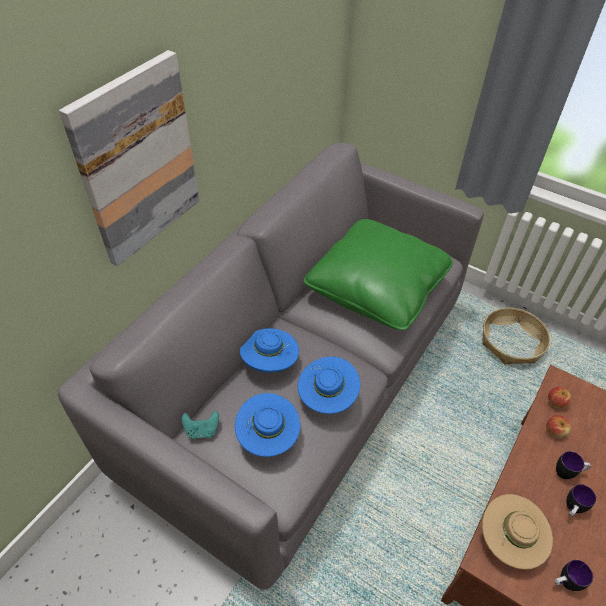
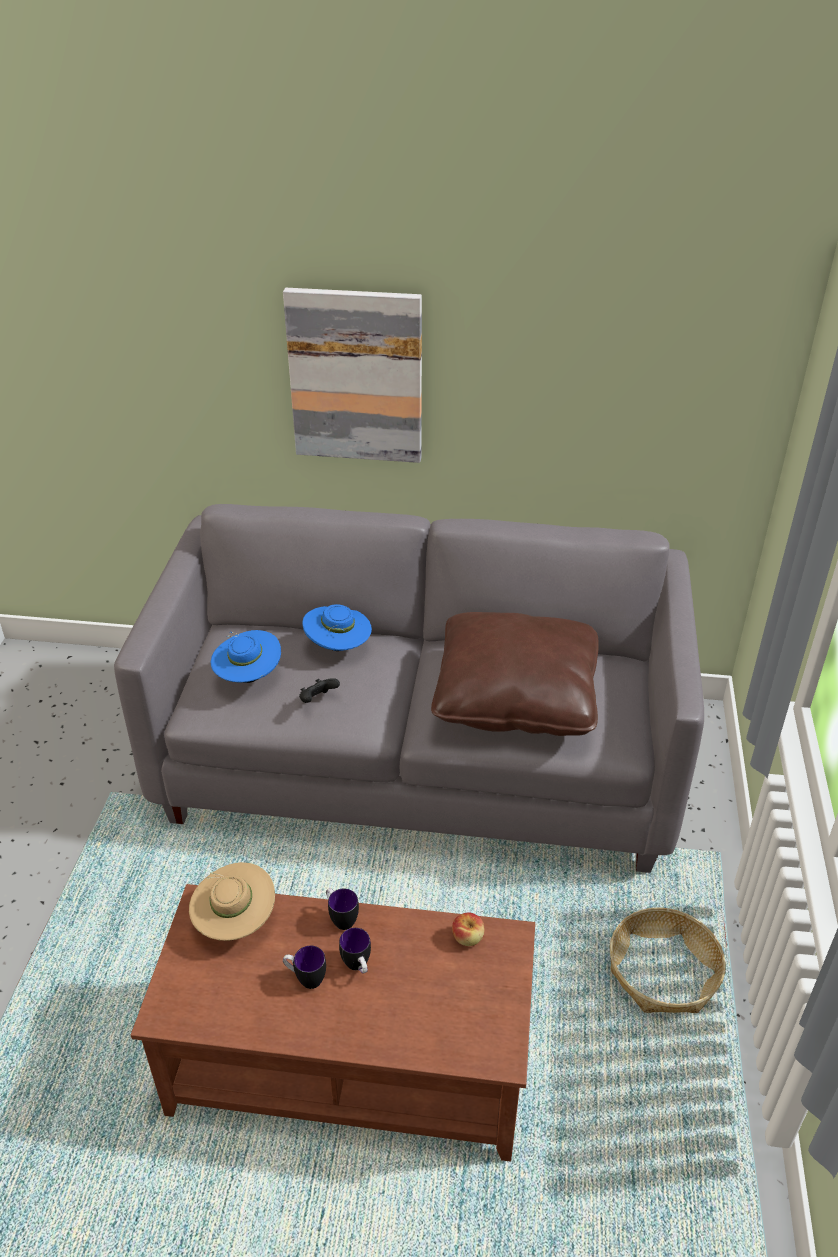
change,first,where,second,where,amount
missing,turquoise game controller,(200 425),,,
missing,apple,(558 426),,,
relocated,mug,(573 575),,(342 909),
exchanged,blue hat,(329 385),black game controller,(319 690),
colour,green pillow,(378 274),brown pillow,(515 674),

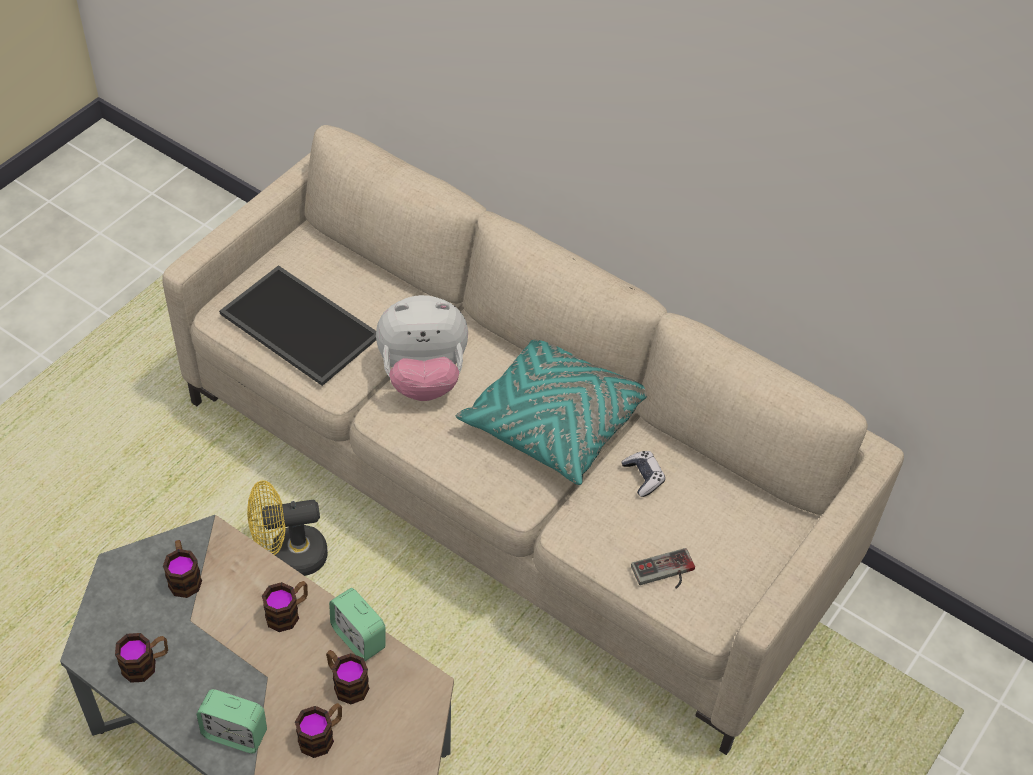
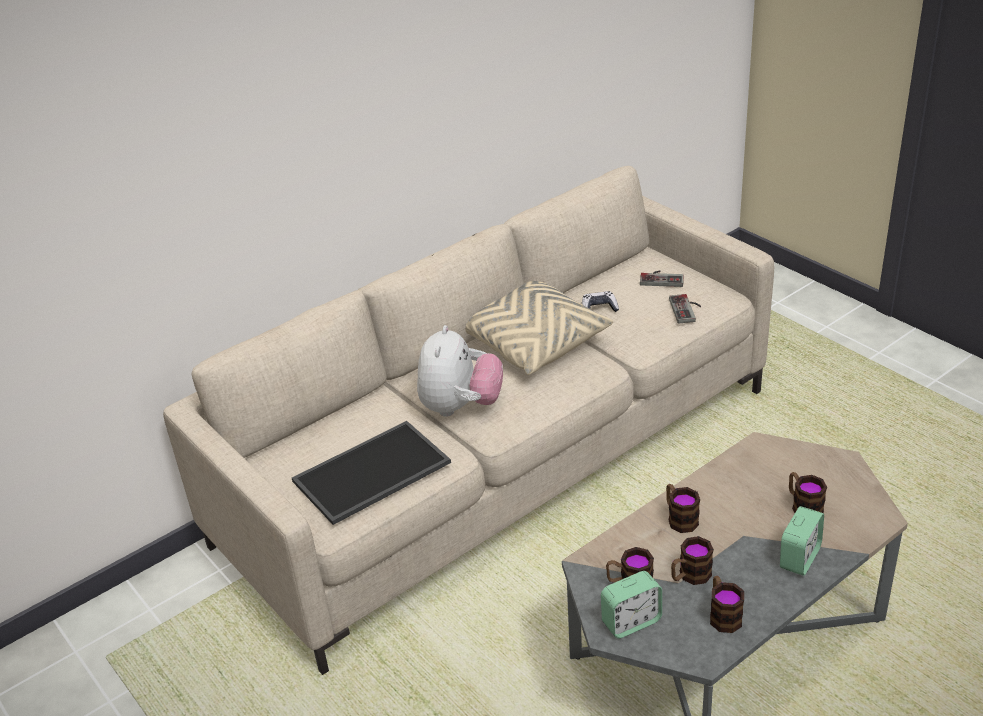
change,first,where,second,where,amount
missing,yellow fan,(287 528),,,
appeared,,,game controller,(662 278),
relocated,mug,(348 677),,(692 560),
relocated,alarm clock,(357 624),,(631 604),
colour,turquoise pillow,(551 412),beige pillow,(539 328),

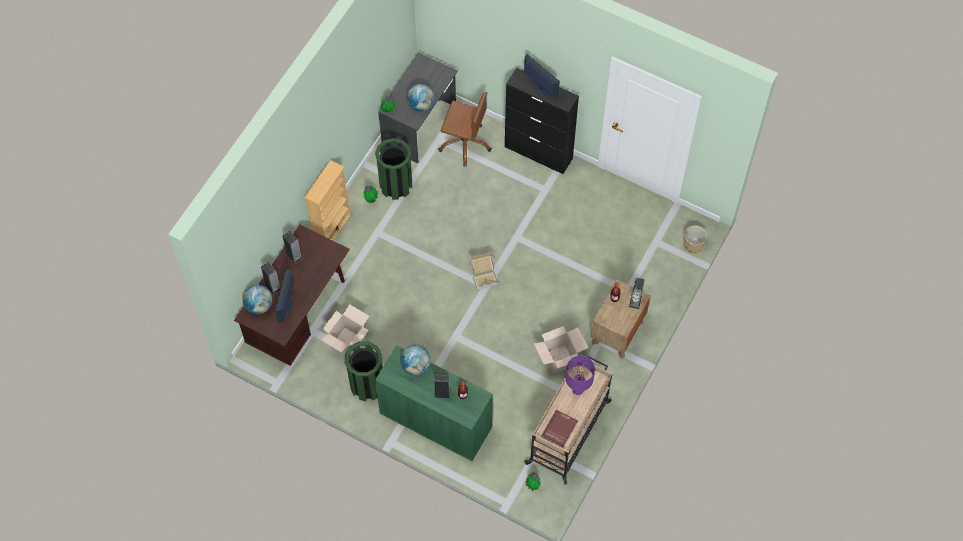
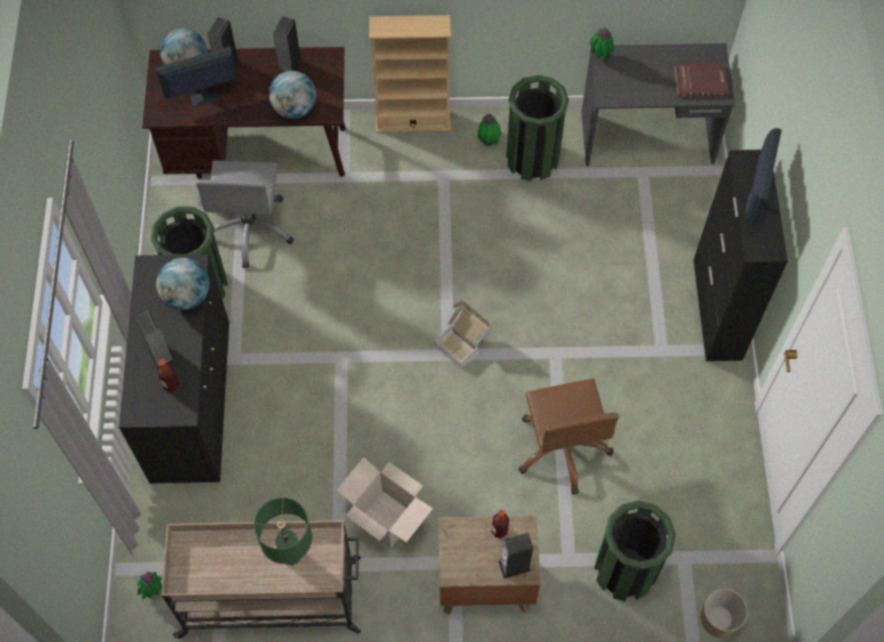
change,first,where,second,where,amount
appeared,,,green trash can,(635 550),
relocated,globe,(420 98),,(292 95),
relocated,brown office chair,(465 129),,(568 437),
relocated,red book,(560 429),,(701 79),
exchanged,cardboard box,(345 330),grey office chair,(245 214),
colour,green cabinet,(434 403),black cabinet,(174 369),
colour,purple table lamp,(580 375),green table lamp,(283 531),

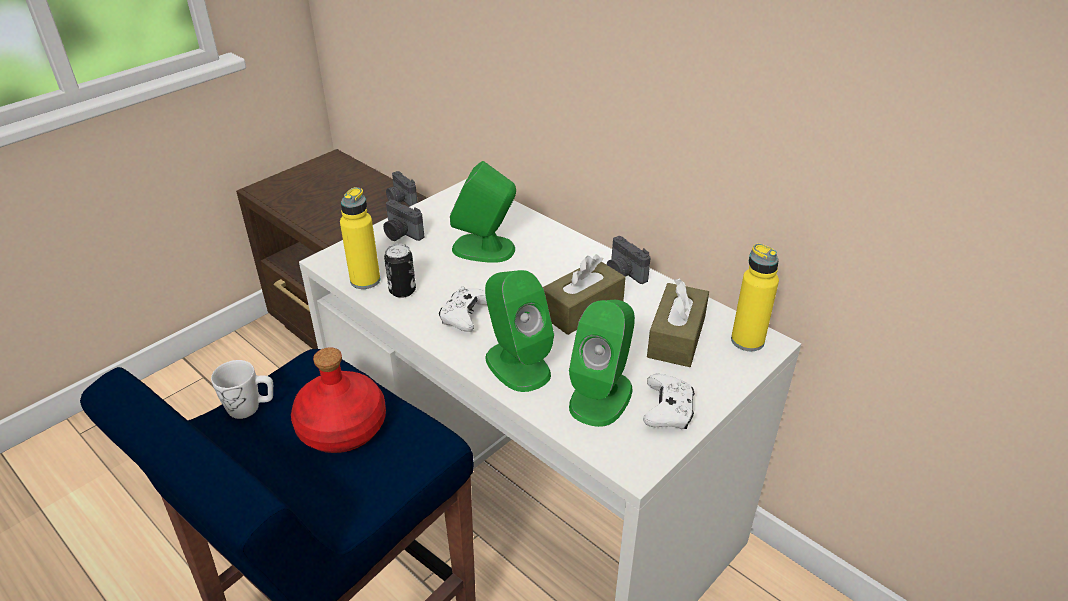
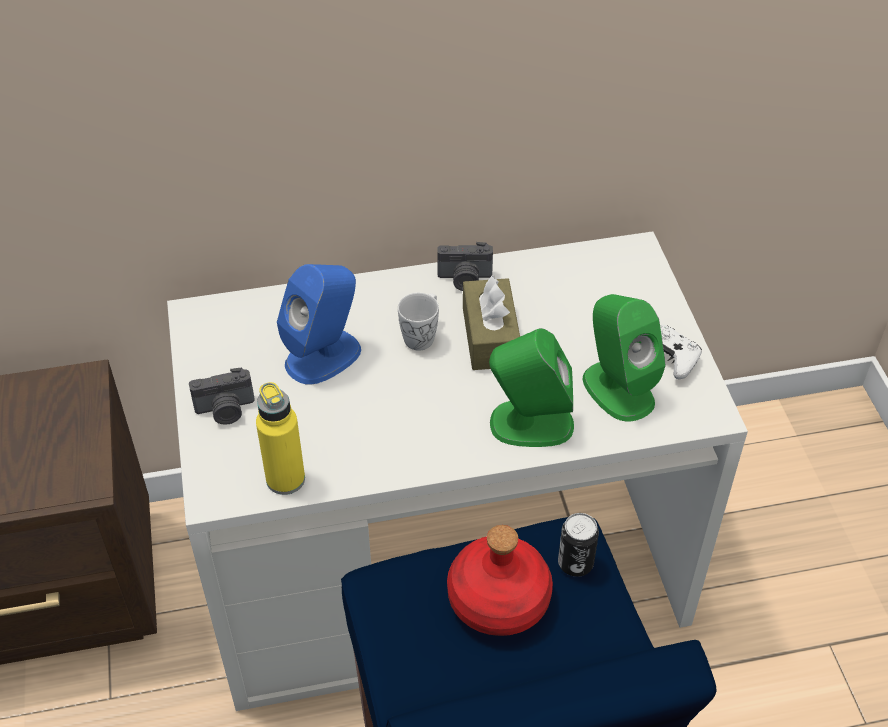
change,first,where,second,where,amount
missing,photo camera,(402 188),,,
missing,white game controller,(463 309),,,
missing,brown tissue box,(678 323),,,
missing,yellow bottle,(755 297),,,
relocated,white mug,(242 389),,(418 322),
relocated,can,(400 271),,(578 545),
colour,green speaker,(483 212),blue speaker,(319 324),

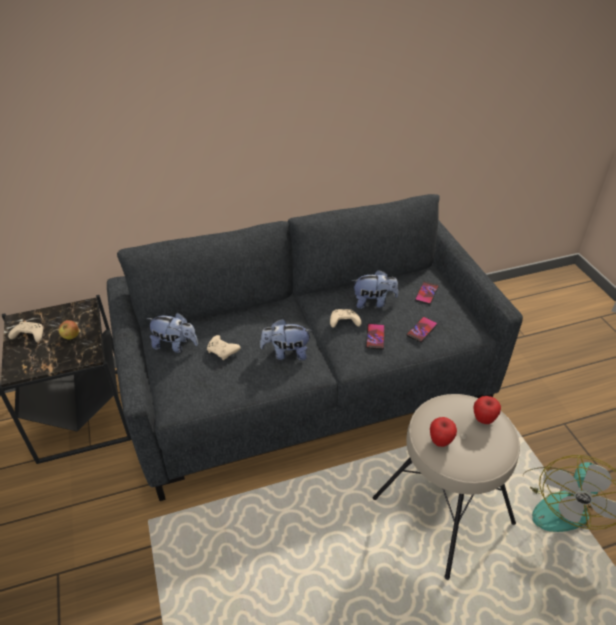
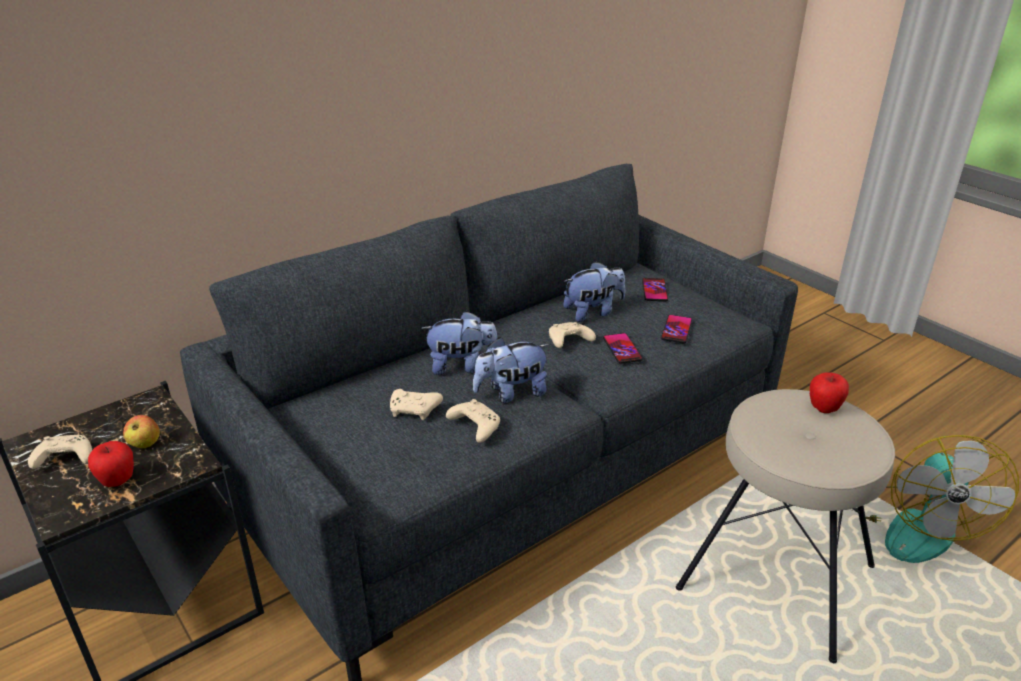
change,first,where,second,where,amount
appeared,,,beige game controller,(473 421),
relocated,plush toy,(172 333),,(459 343),
relocated,apple,(443 432),,(111 464),

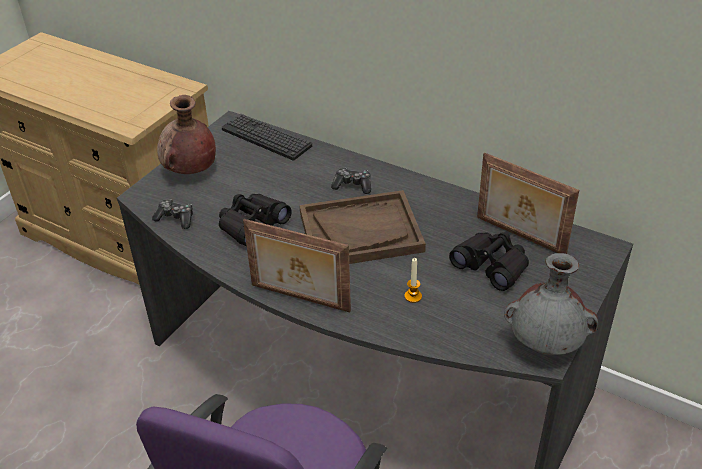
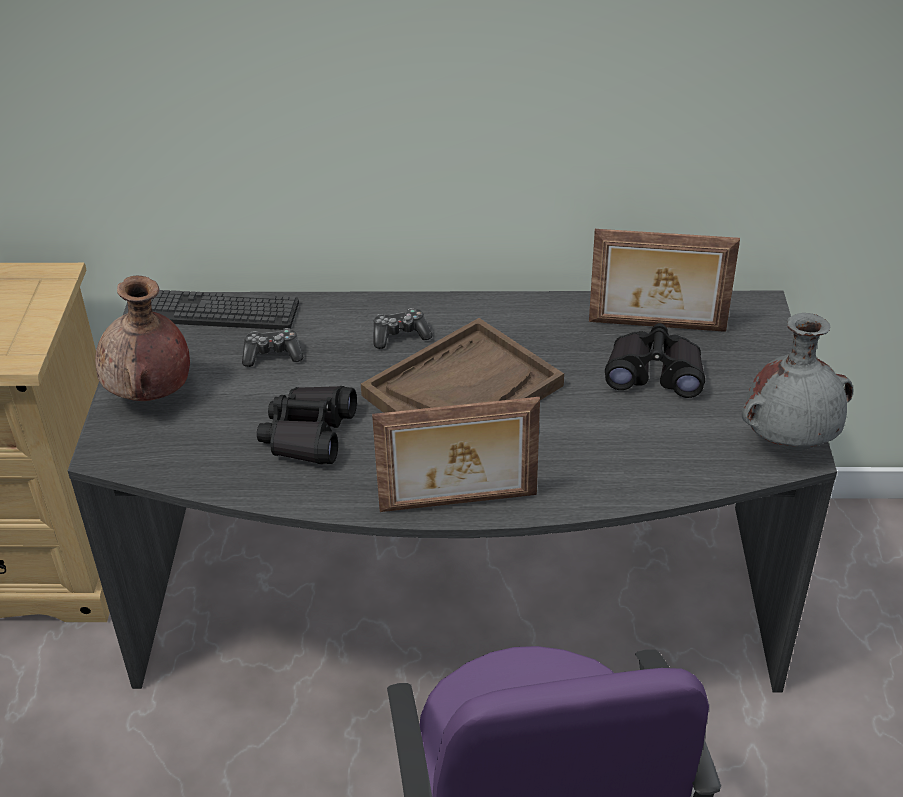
change,first,where,second,where,amount
missing,candle,(413 280),,,
relocated,game controller,(172 214),,(272 347),

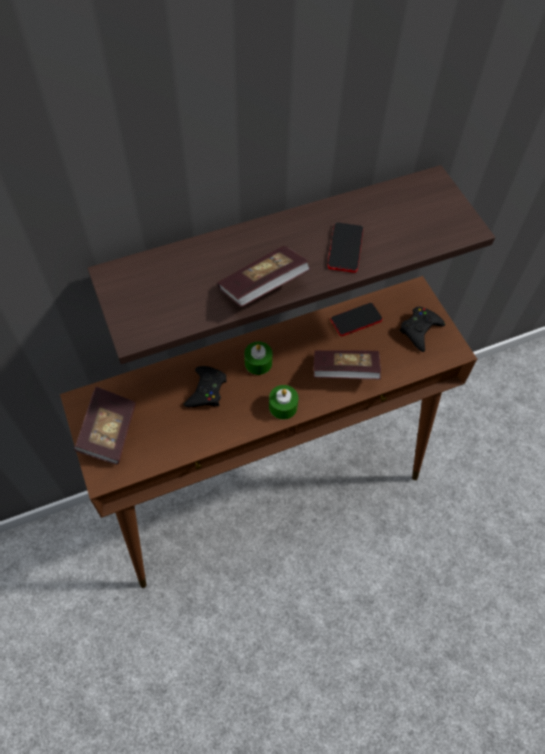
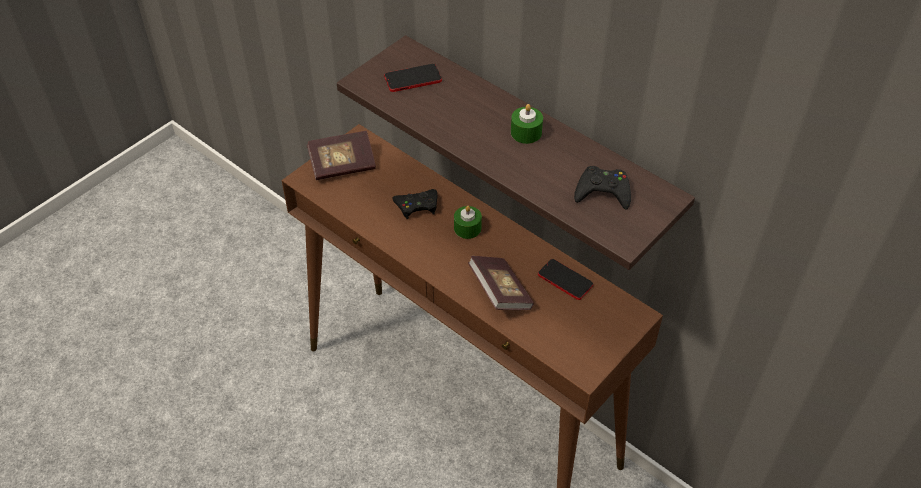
change,first,where,second,where,amount
missing,book,(264 276),,,
relocated,green candle,(283 402),,(527 124),
relocated,phone,(345 247),,(413 78),
relocated,black game controller,(422 329),,(602 188),

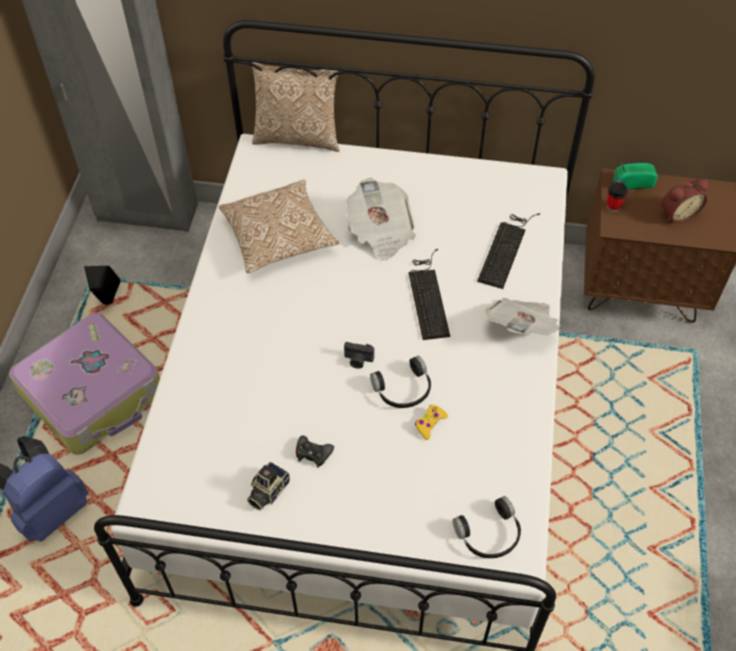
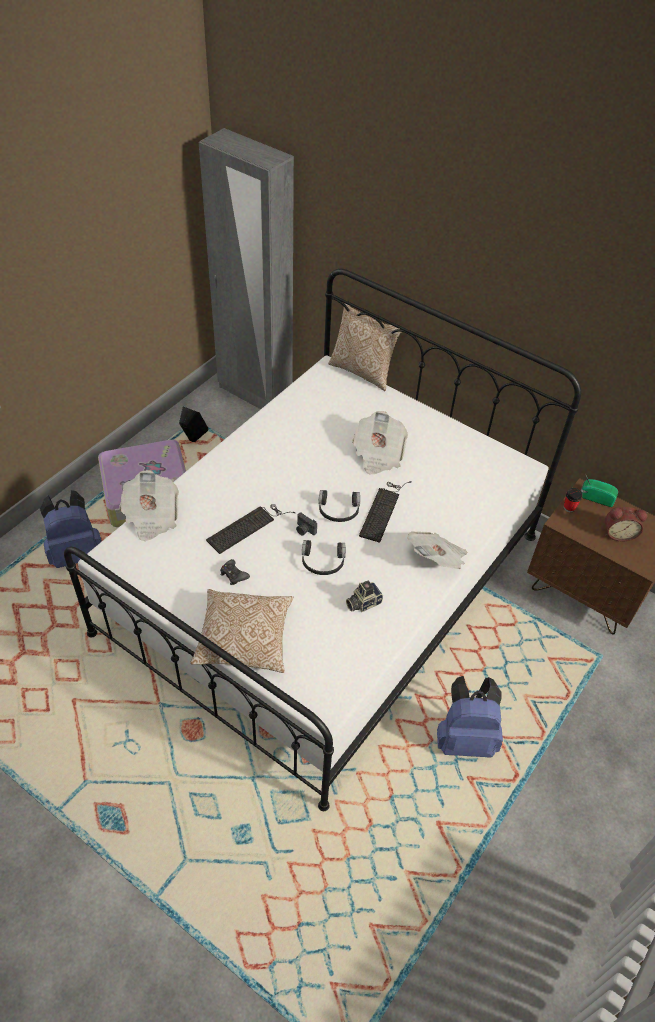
change,first,where,second,where,amount
missing,yellow game controller,(431 422),,,
appeared,,,newspaper,(149 505),
appeared,,,blue backpack,(470 717),
relocated,pillow,(279 226),,(242 631),
relocated,photo camera,(268 486),,(364 596),
relocated,black headphones,(487 527),,(339 506),
relocated,keyboard,(508 251),,(251 529),

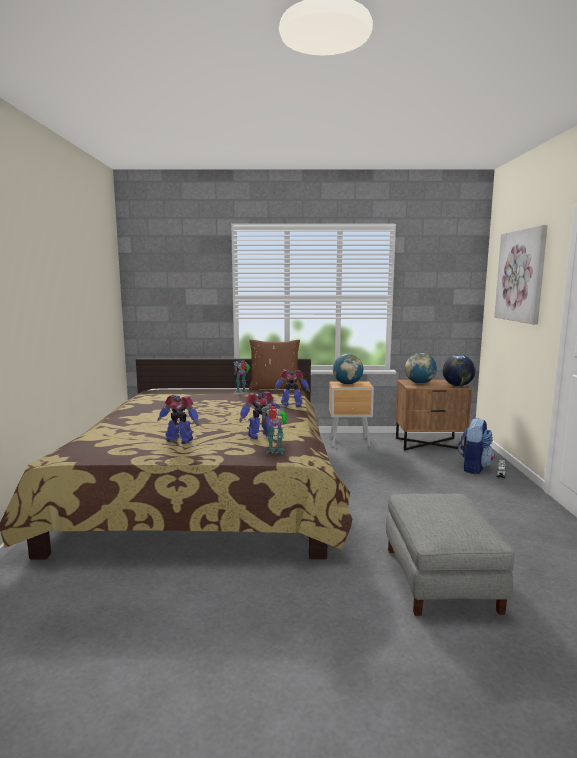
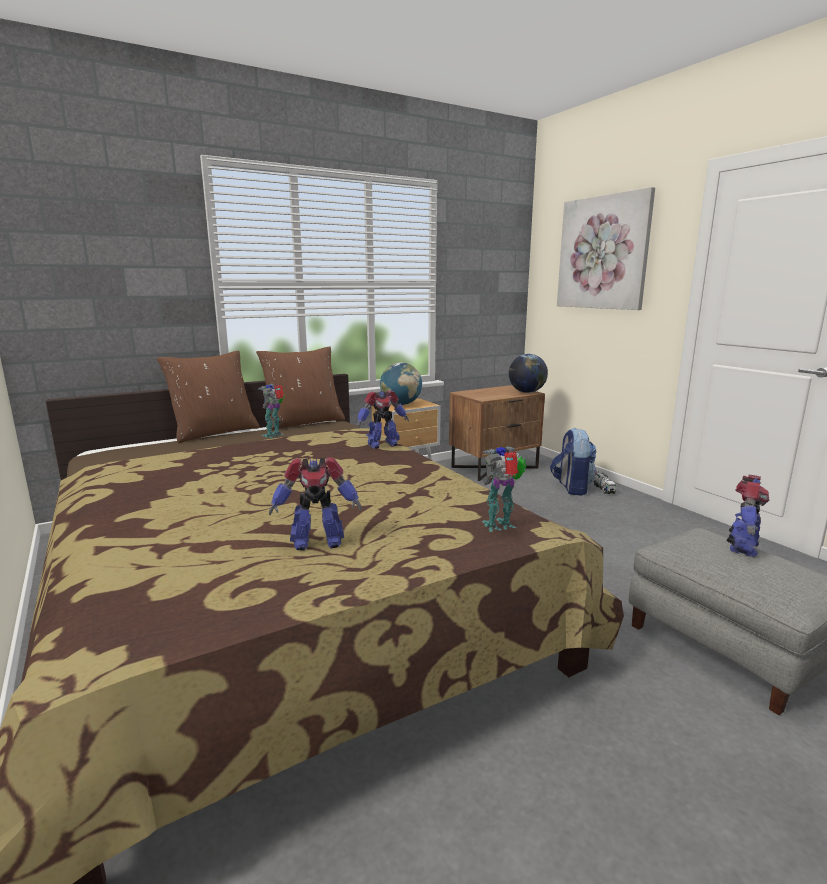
change,first,where,second,where,amount
missing,globe,(421 368),,,
appeared,,,brown pillow,(208 396),
relocated,toy robot,(260 415),,(748 516),

